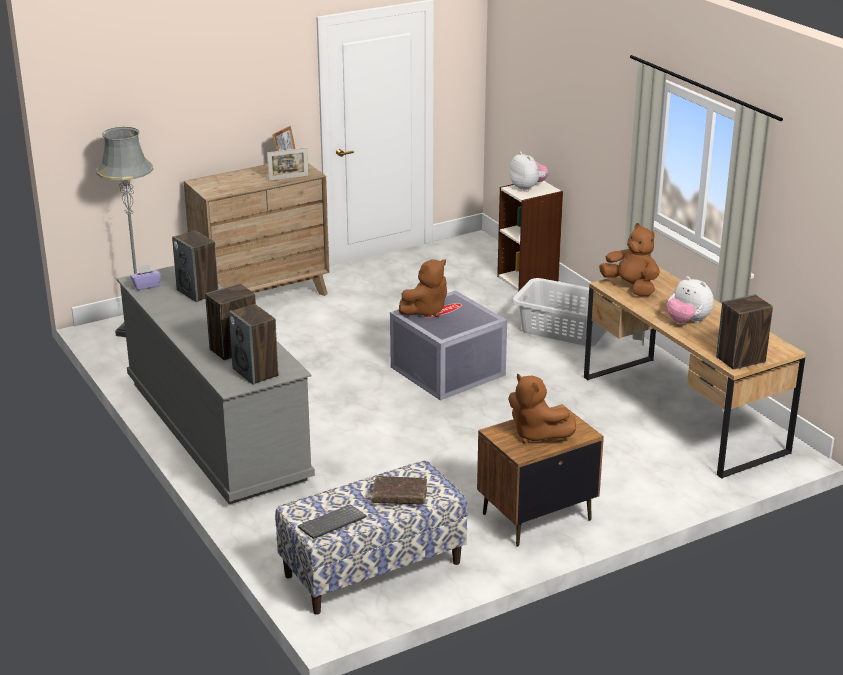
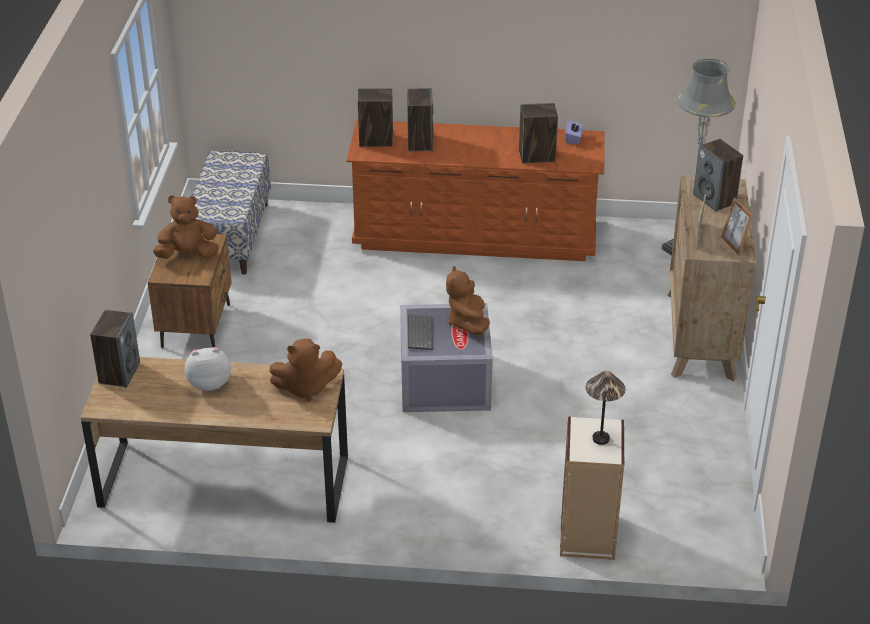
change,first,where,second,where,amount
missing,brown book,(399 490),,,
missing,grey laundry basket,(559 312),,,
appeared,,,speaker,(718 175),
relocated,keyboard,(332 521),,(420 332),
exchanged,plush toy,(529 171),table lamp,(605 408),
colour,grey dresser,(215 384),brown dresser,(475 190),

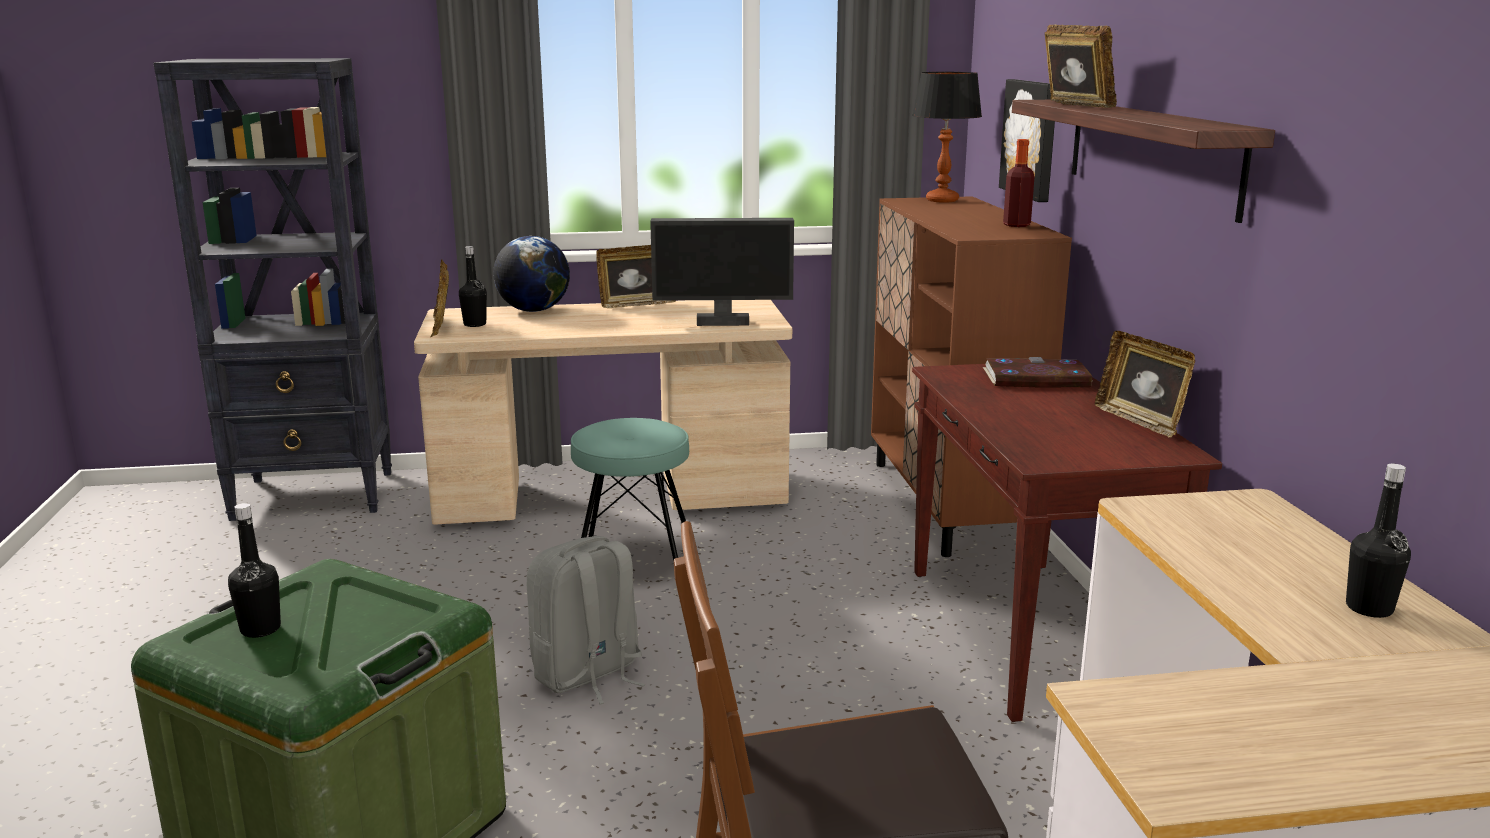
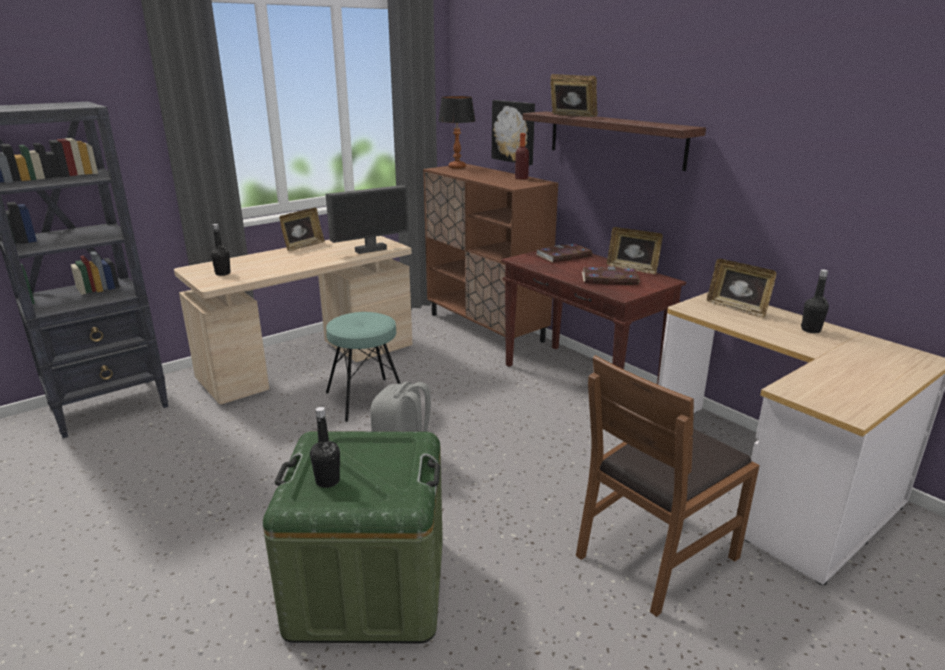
change,first,where,second,where,amount
missing,globe,(531 274),,,
appeared,,,book,(611 276),
relocated,picture frame,(439 298),,(741 288),

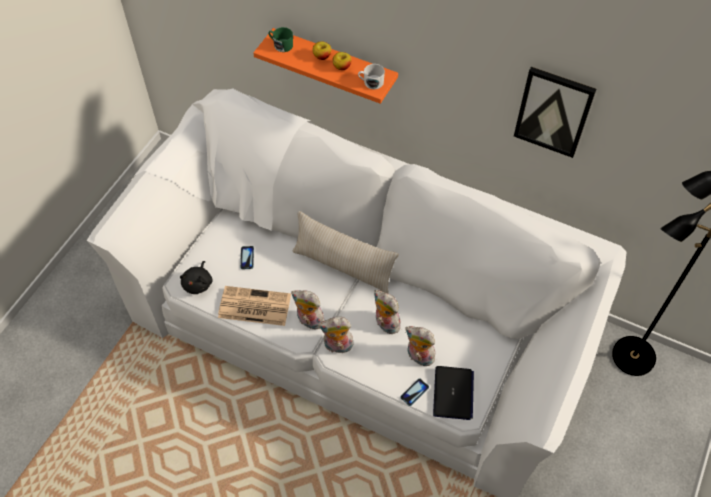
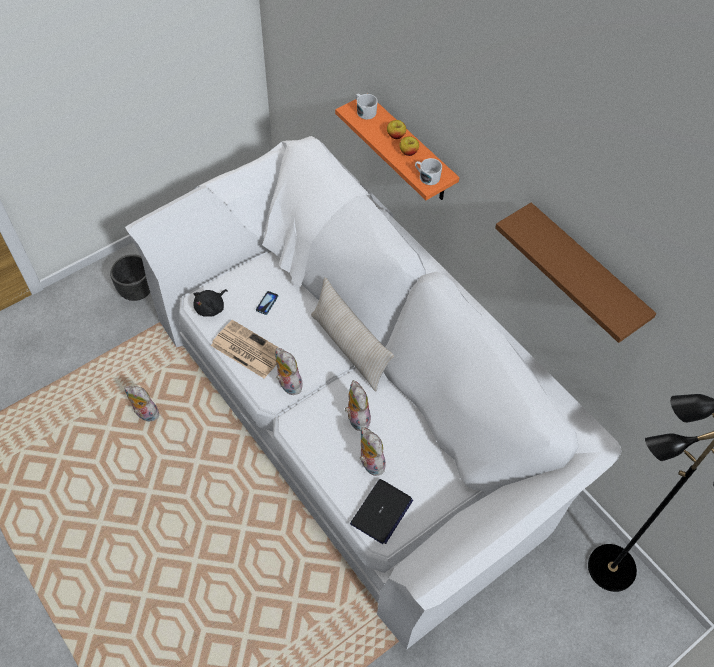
change,first,where,second,where,amount
missing,phone,(414 392),,,
appeared,,,black planter,(130 277),
relocated,plush toy,(336 335),,(141 403),
exchanged,picture,(555 112),brown shelf,(575 273),
colour,green mug,(280 39),white mug,(367 106),

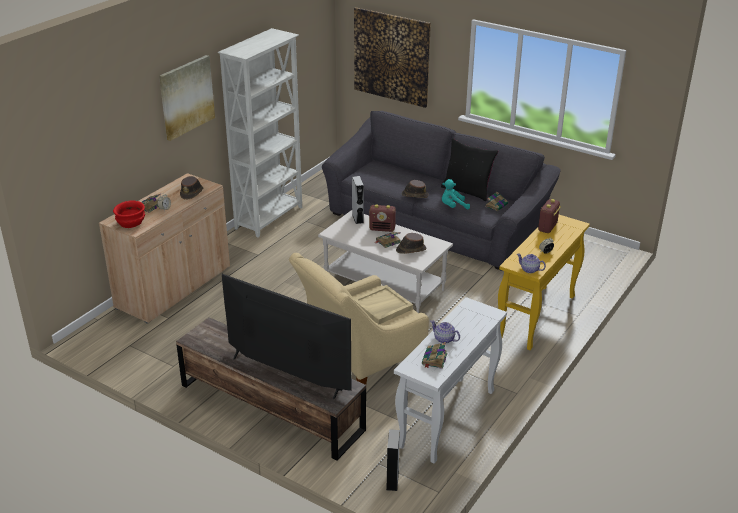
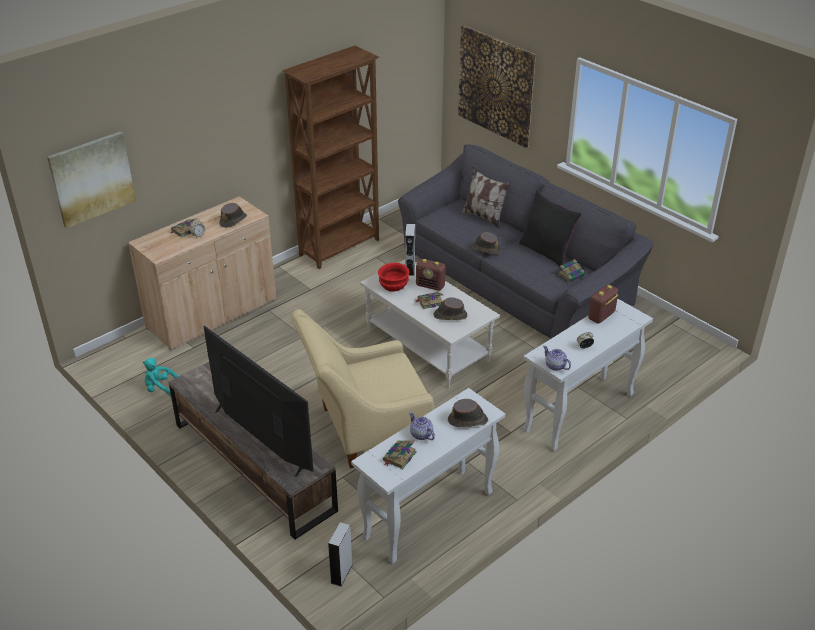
change,first,where,second,where,amount
missing,beige tray,(383 304),,,
appeared,,,brown hat,(468 413),
appeared,,,pillow,(486 197),
relocated,red bowl,(129 214),,(393 277),
relocated,picture,(187 98),,(91 179),
relocated,turquoise plush toy,(456 194),,(161 376),
colour,white bookcase,(259 133),brown bookcase,(330 157),
colour,yellow console table,(544 282),white console table,(588 374),

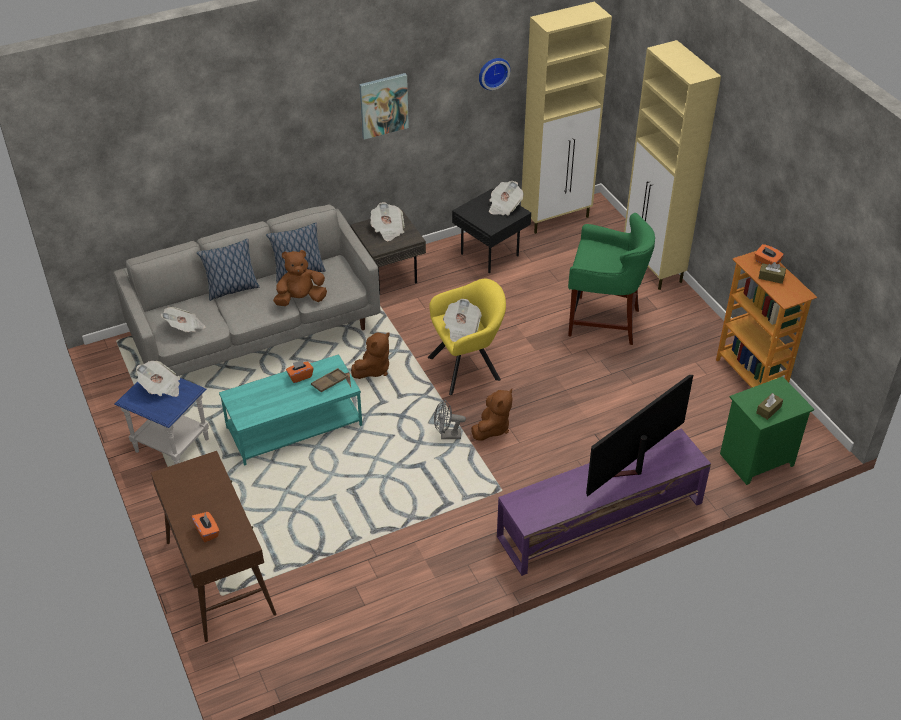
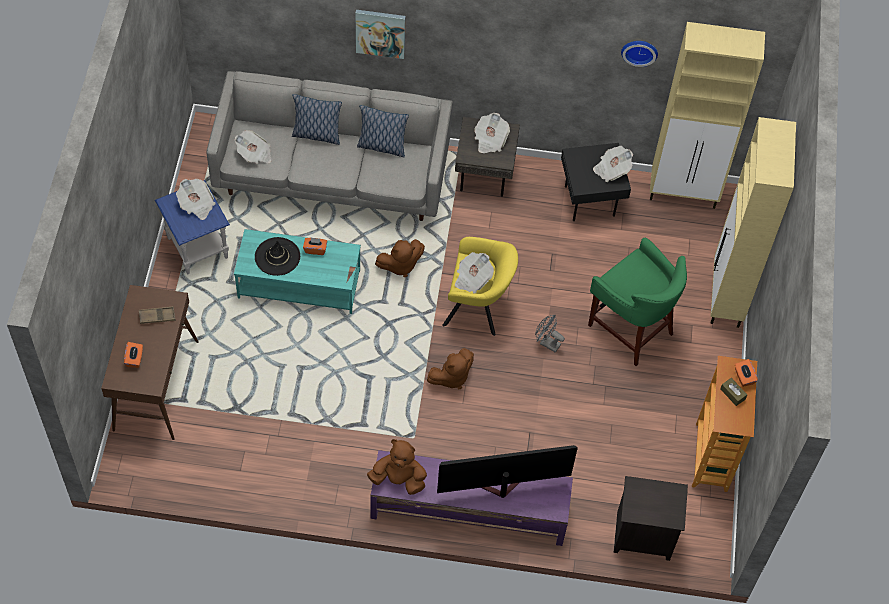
change,first,where,second,where,amount
missing,brown tissue box,(769 406),,,
appeared,,,black hat,(277 256),
relocated,brown plush toy,(300 278),,(397 467),
relocated,brown tray,(329 380),,(157 315),
relocated,picture,(384 106),,(380 34),
relocated,grey fan,(450 419),,(550 334),
colour,green nightstand,(767 430),black nightstand,(651 518),

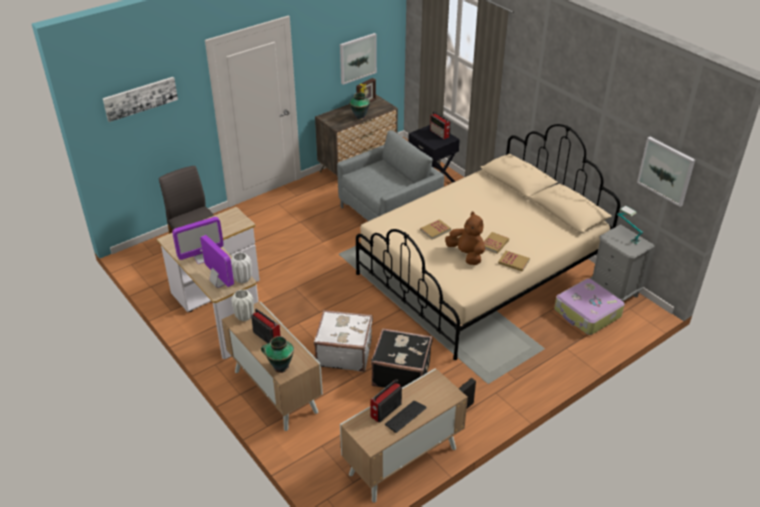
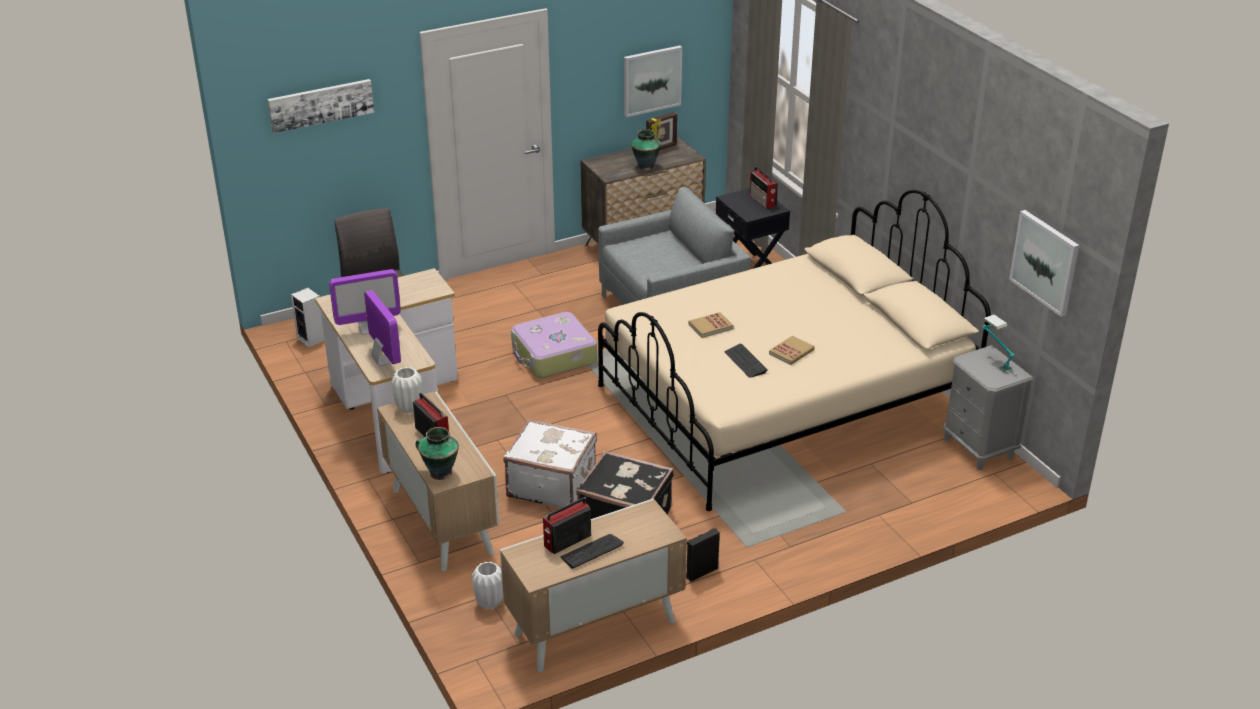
change,first,where,second,where,amount
missing,book,(514 261),,,
appeared,,,speaker,(308 318),
relocated,white vase,(241 268),,(487 585),
relocated,suitcase,(589 307),,(554 345),
exchanged,brown plush toy,(465 238),keyboard,(745 361),

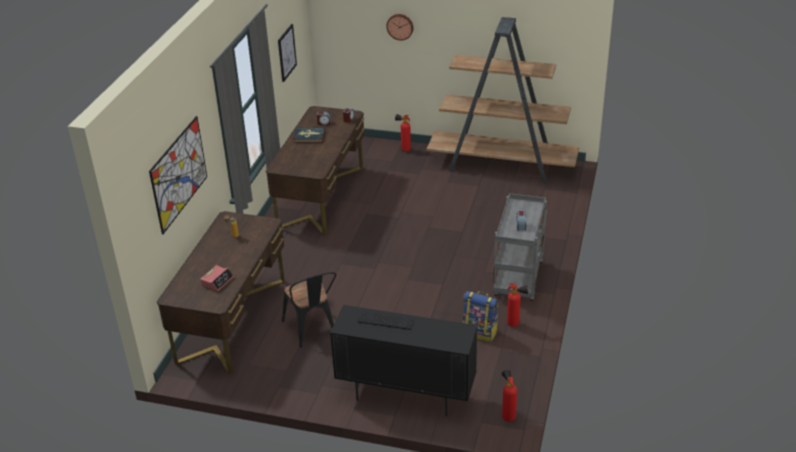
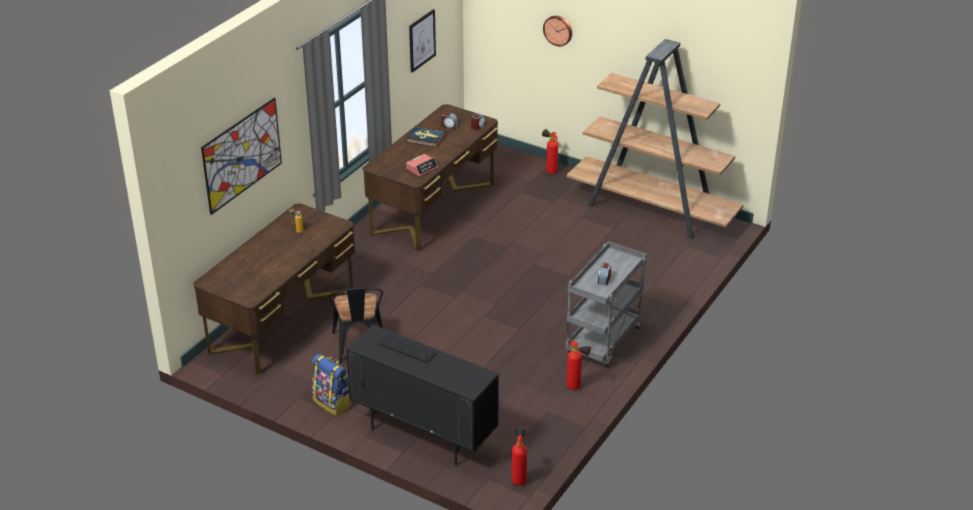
change,first,where,second,where,amount
relocated,alarm clock,(217 278),,(422 165),
relocated,backpack,(480 316),,(331 385),

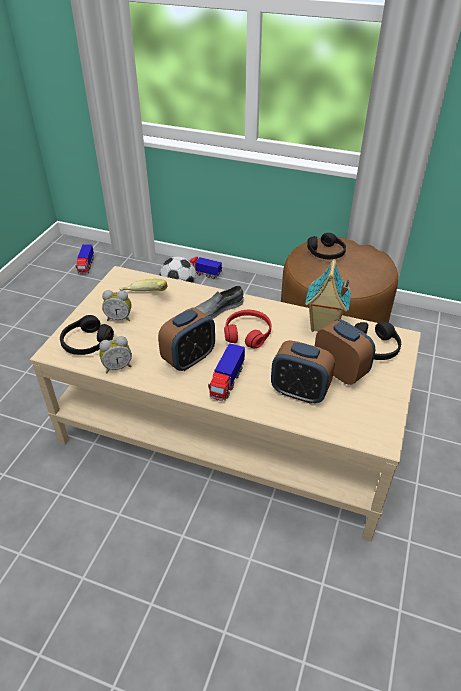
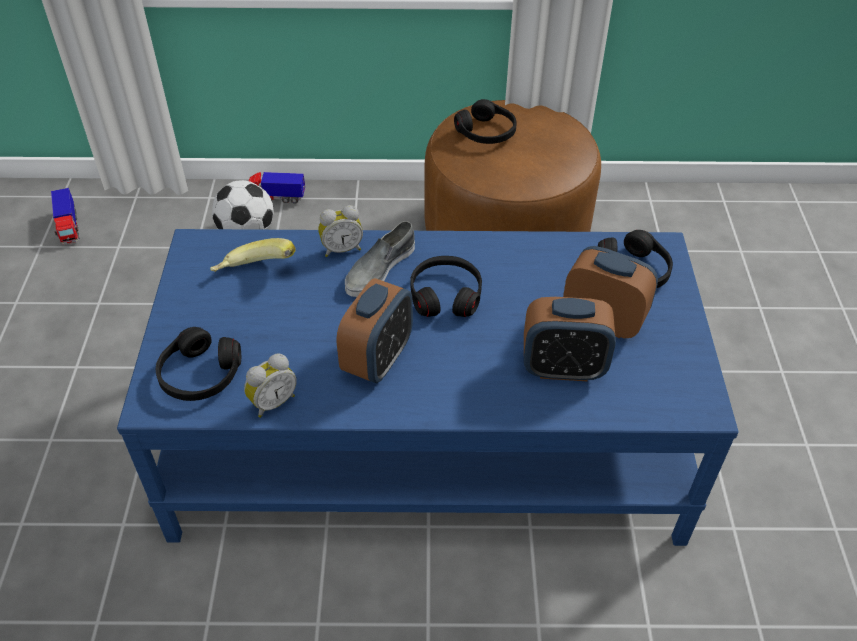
change,first,where,second,where,amount
missing,toy truck,(226 372),,,
missing,toy house,(328 295),,,
relocated,alarm clock,(116 306),,(340 231),
colour,beige coffee table,(225 404),blue coffee table,(428 387),
colour,red headphones,(247 329),black headphones,(446 286),

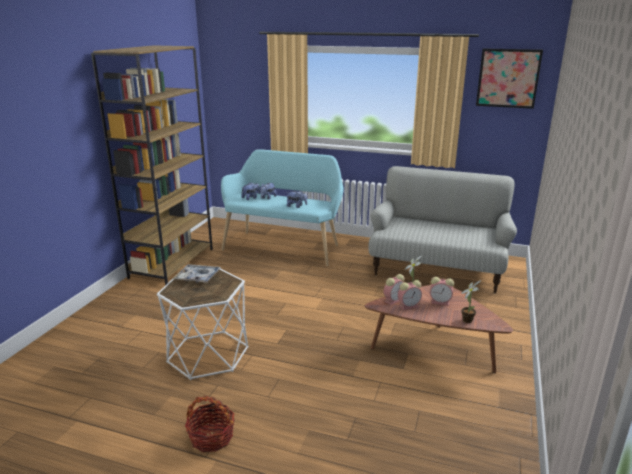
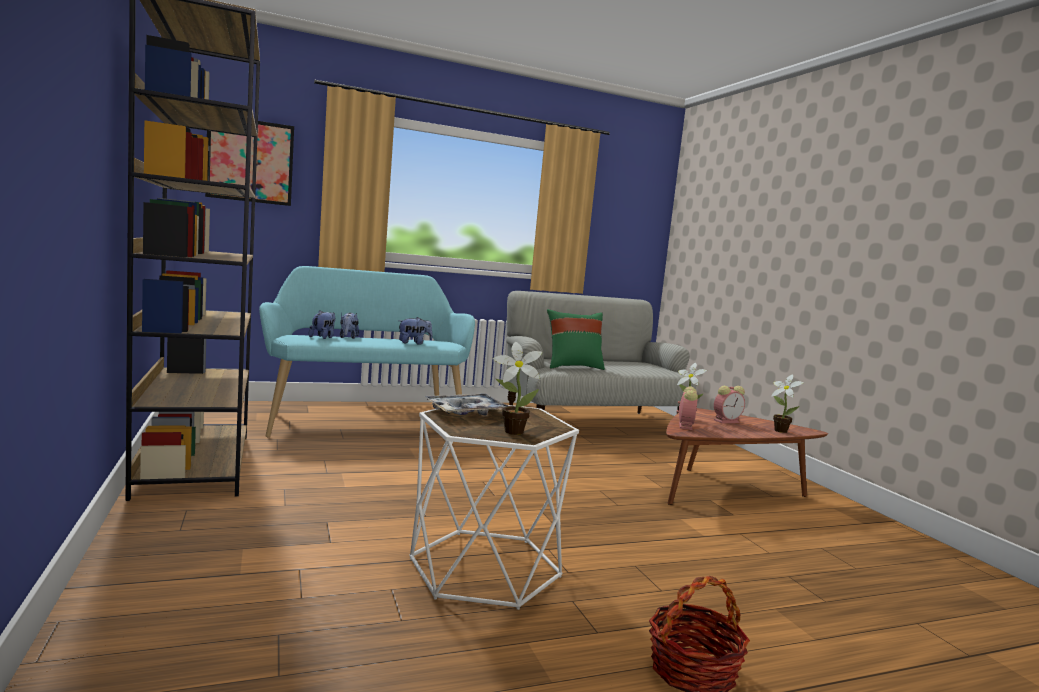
change,first,where,second,where,amount
missing,alarm clock,(410 295),,,
appeared,,,potted plant,(517 388),
appeared,,,green pillow,(576 339),
relocated,picture,(509 78),,(249 163),

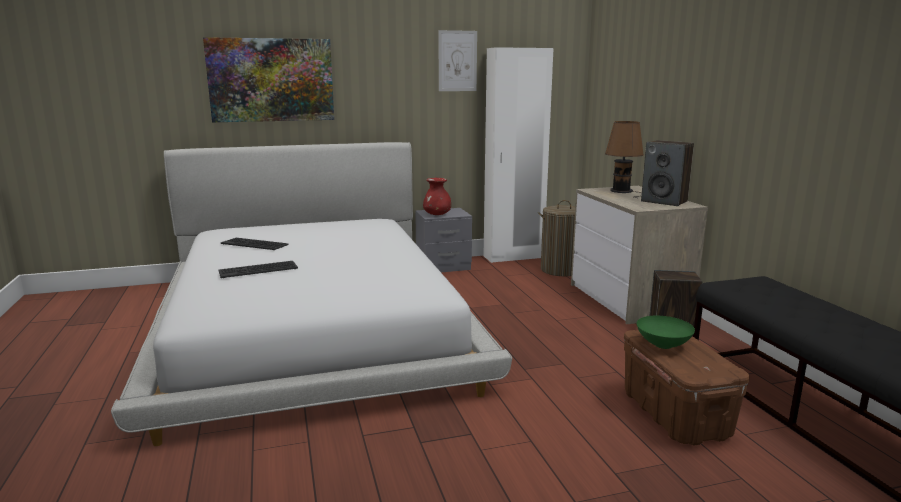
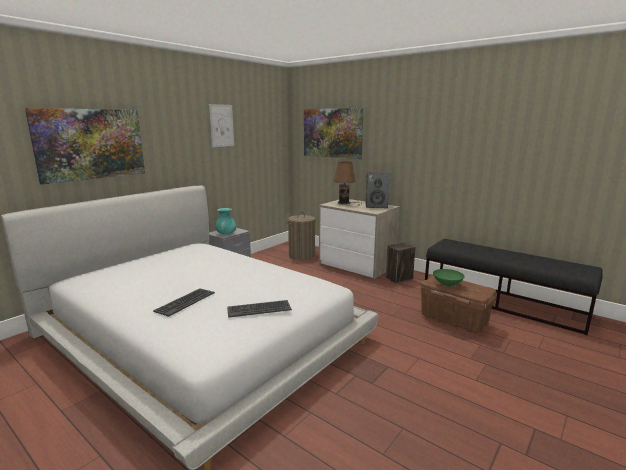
change,first,where,second,where,amount
missing,white wardrobe,(518 155),,,
appeared,,,picture,(334 133),
relocated,keyboard,(255 244),,(259 309),
colour,red vase,(437 196),turquoise vase,(225 221),

